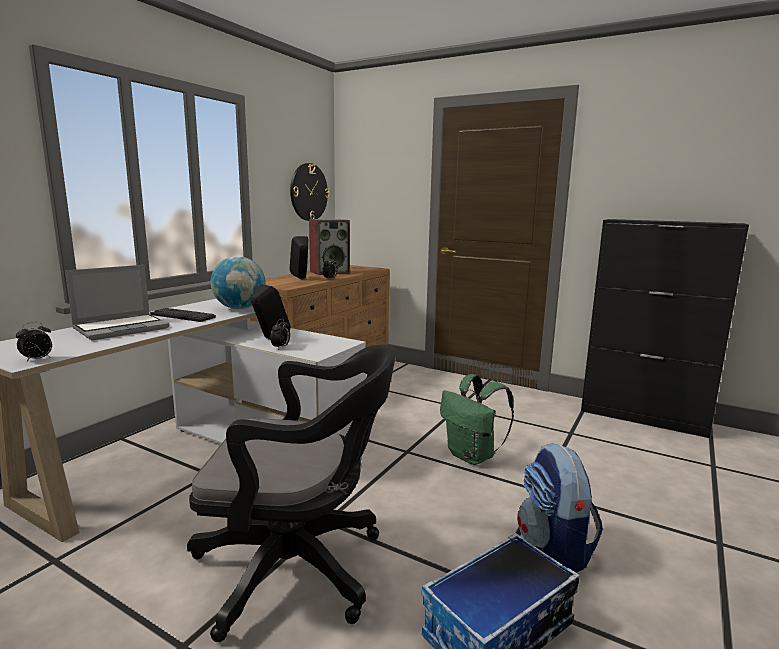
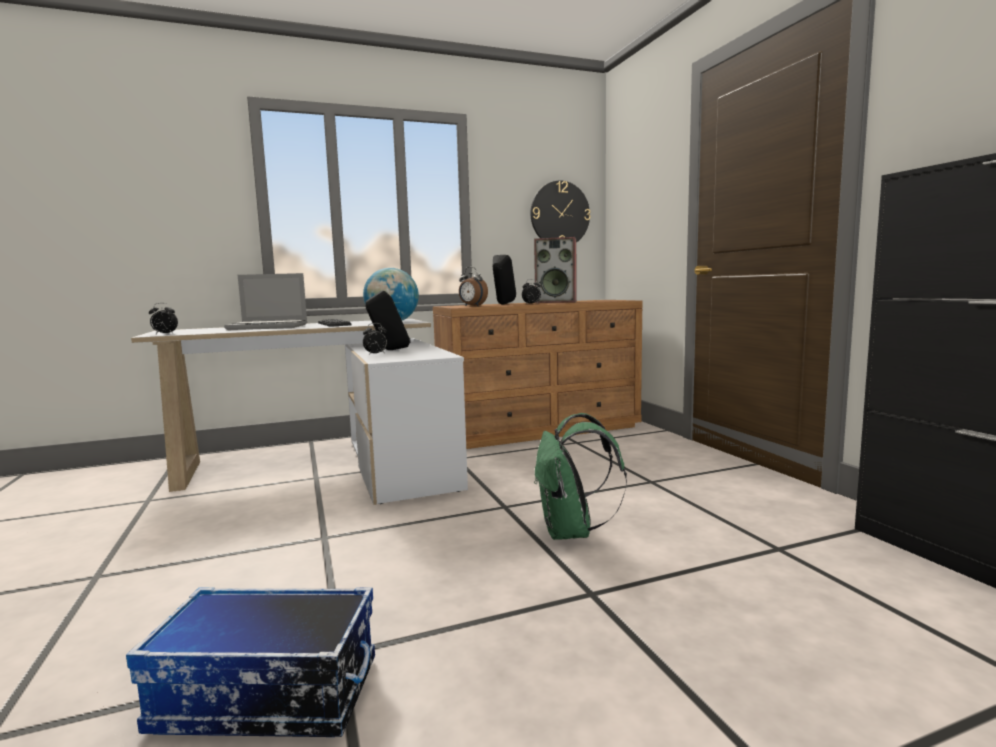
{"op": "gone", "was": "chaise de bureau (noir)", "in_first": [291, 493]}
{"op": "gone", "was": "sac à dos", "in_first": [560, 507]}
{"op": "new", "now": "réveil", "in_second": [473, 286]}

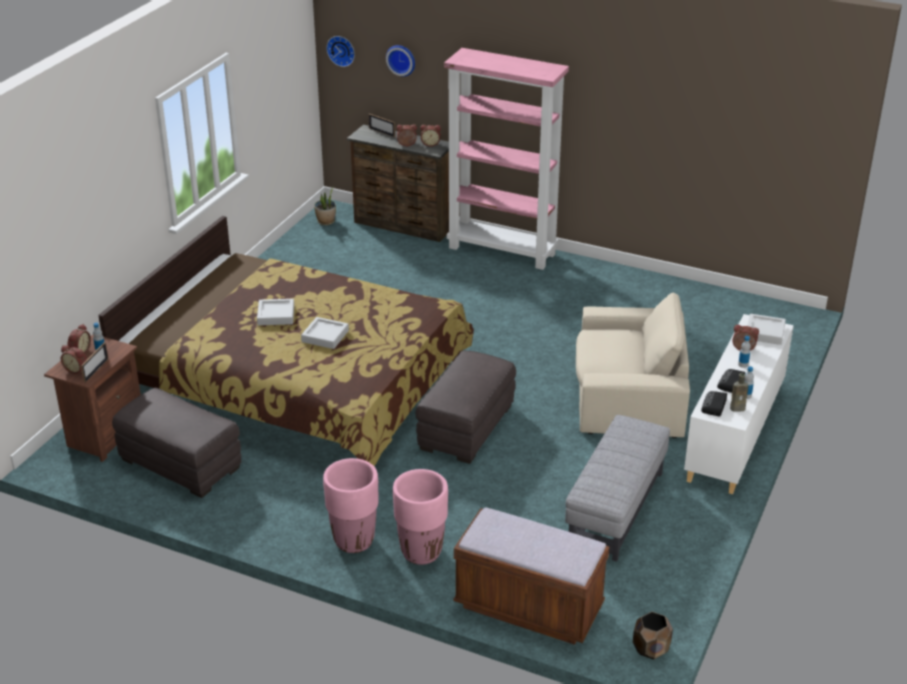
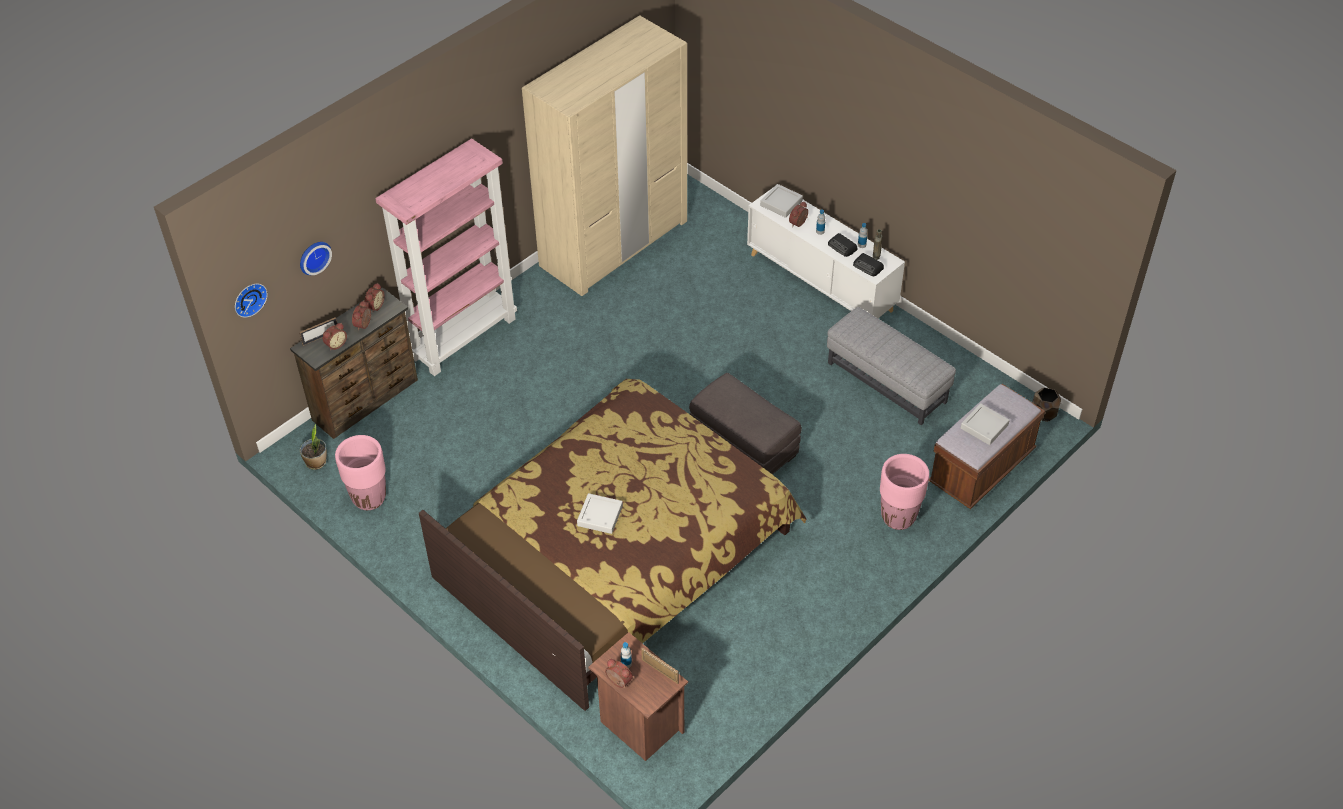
{"op": "gone", "was": "pouf (gris)", "in_first": [177, 443]}
{"op": "gone", "was": "fauteuil (beige)", "in_first": [633, 365]}
{"op": "new", "now": "armoire (beige)", "in_second": [604, 155]}
{"op": "shifted", "was": "réveil", "in_first": [74, 359], "in_second": [335, 337]}
{"op": "shifted", "was": "plateau (gris)", "in_first": [325, 333], "in_second": [985, 424]}
{"op": "shifted", "was": "cache-pot (rose)", "in_first": [351, 505], "in_second": [360, 472]}

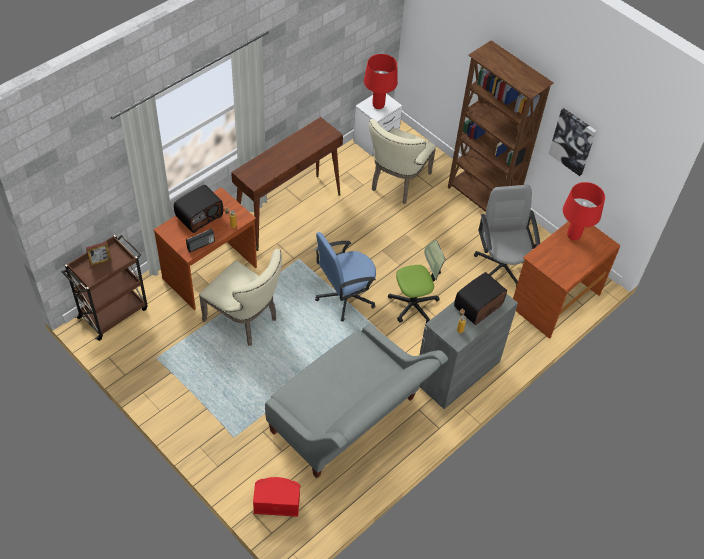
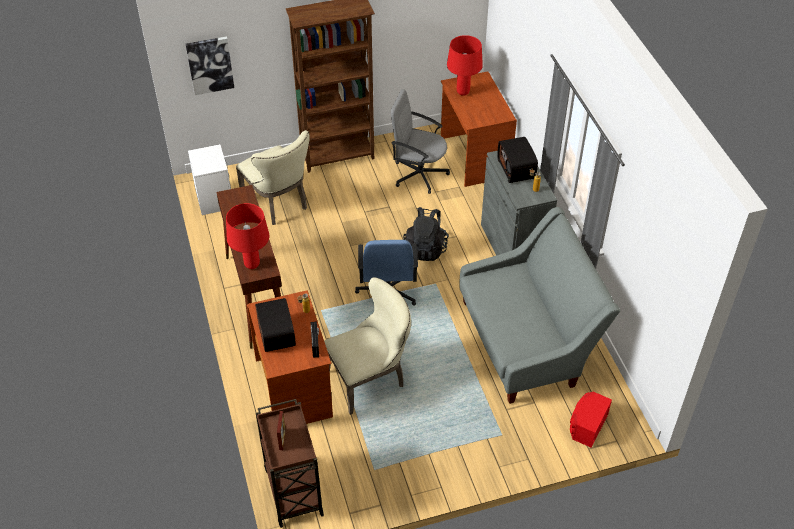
{"op": "shifted", "was": "lampe de table (rouge)", "in_first": [381, 81], "in_second": [247, 236]}
{"op": "shifted", "was": "tableau", "in_first": [572, 142], "in_second": [209, 65]}
{"op": "swapped", "was": "chaise de bureau", "now": "sac à dos (noir)", "in_first": [416, 281], "in_second": [426, 234]}

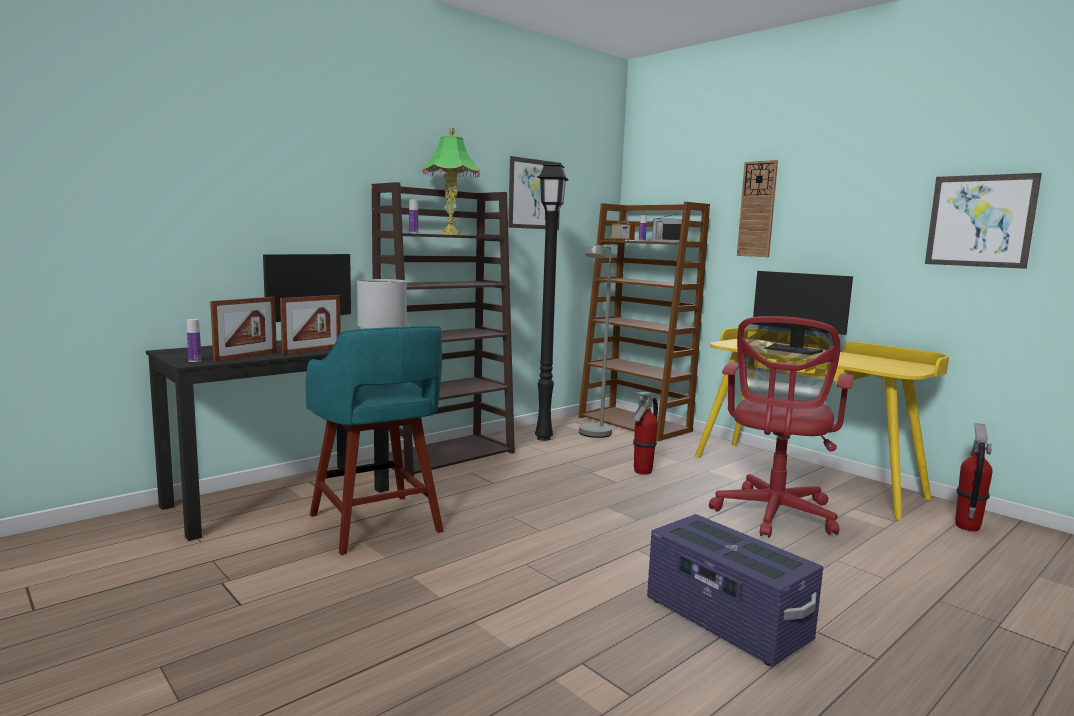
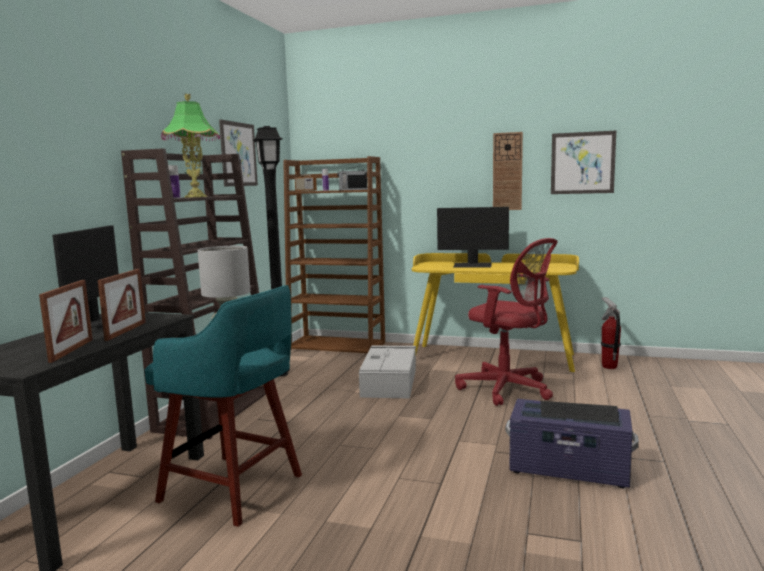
{"op": "gone", "was": "bouteille", "in_first": [194, 340]}
{"op": "gone", "was": "lampadaire (gris)", "in_first": [595, 342]}
{"op": "new", "now": "clavier", "in_second": [579, 411]}
{"op": "shifted", "was": "horloge murale", "in_first": [757, 208], "in_second": [508, 171]}
{"op": "swapped", "was": "extincteur", "now": "boîte de rangement (gris)", "in_first": [645, 433], "in_second": [387, 372]}
{"op": "rotated", "was": "chaise de bureau (rouge)", "in_first": [781, 427], "in_second": [506, 322], "clockwise": -45}

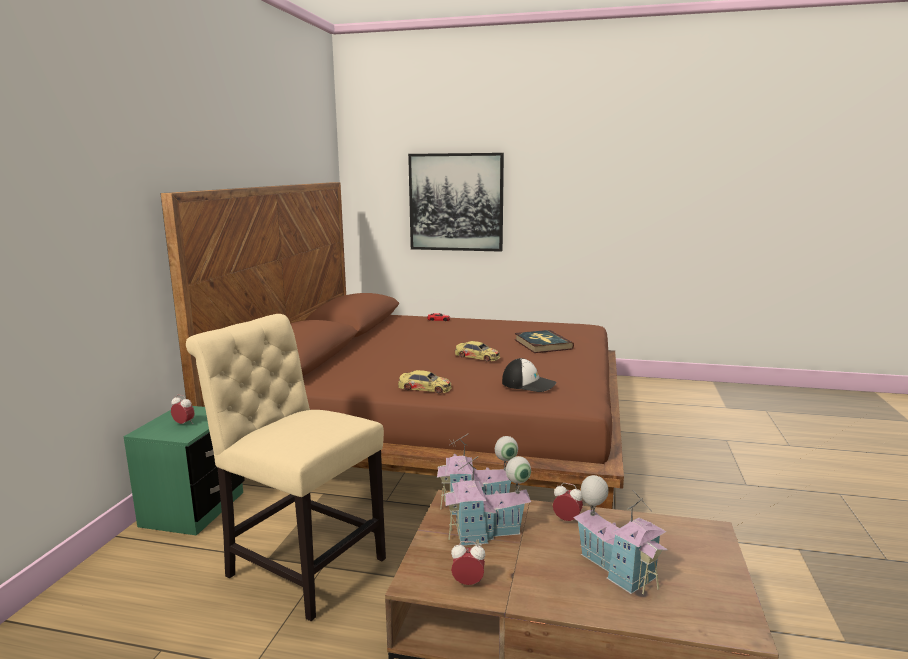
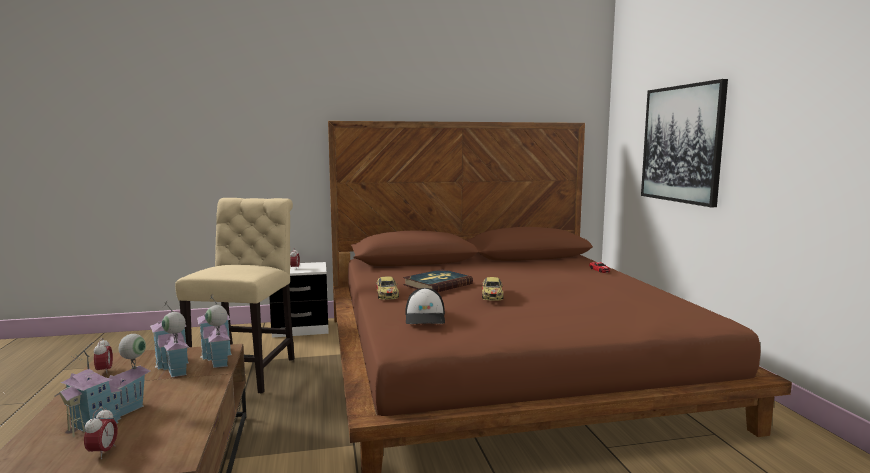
{"op": "shifted", "was": "livre", "in_first": [544, 341], "in_second": [438, 280]}
{"op": "shifted", "was": "réveil", "in_first": [568, 502], "in_second": [101, 433]}
{"op": "repainted", "was": "table de chevet (vert)", "now": "table de chevet (blanc)", "in_first": [184, 471], "in_second": [299, 300]}

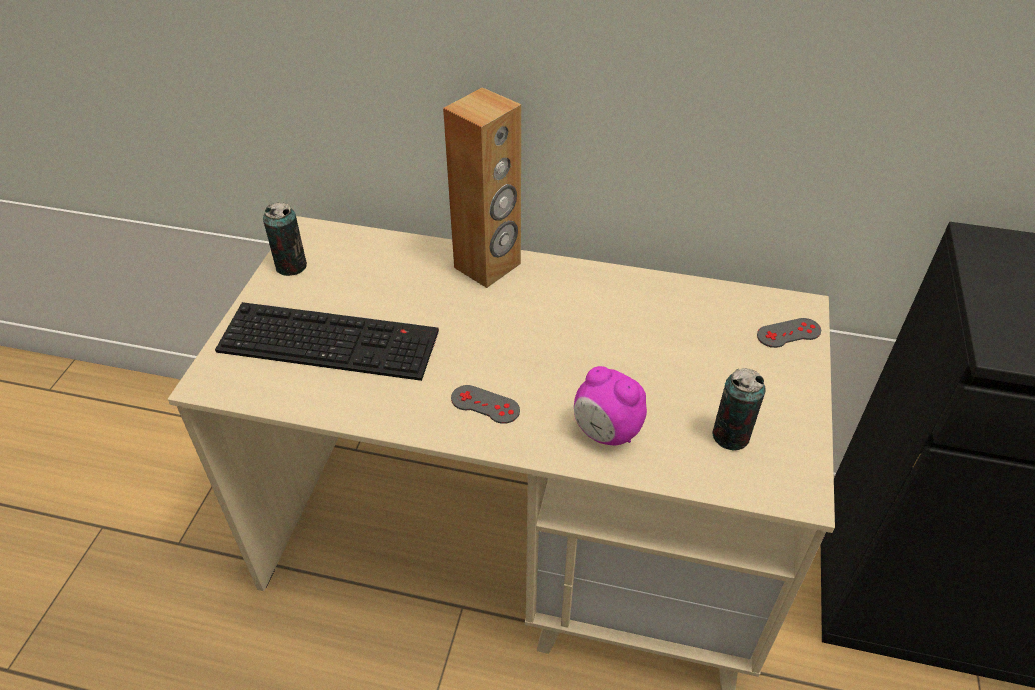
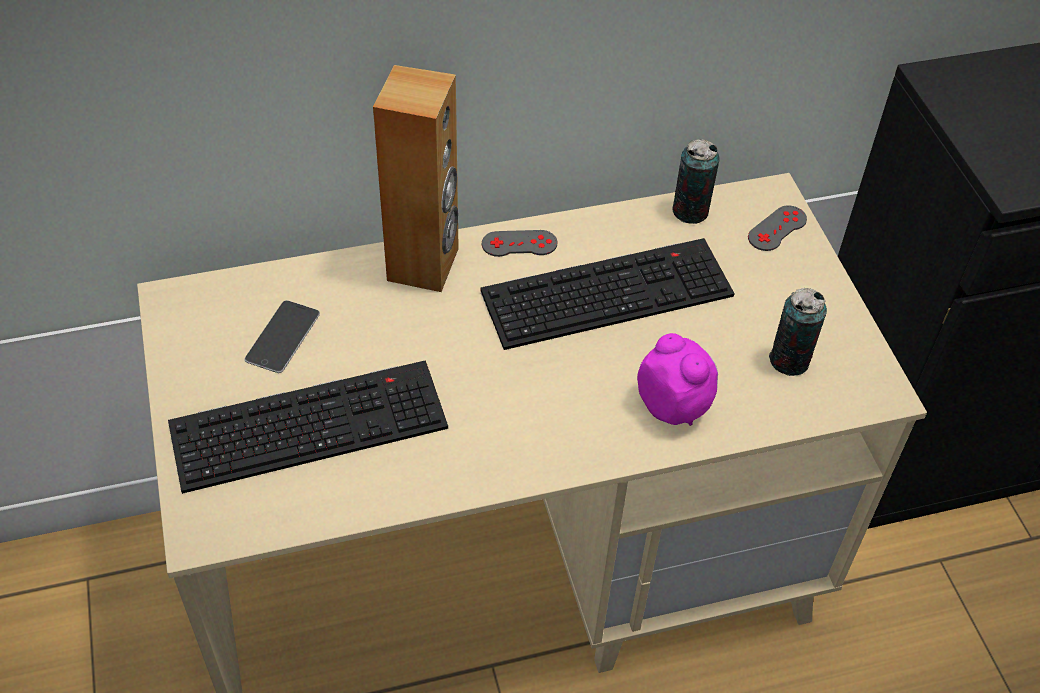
{"op": "new", "now": "téléphone", "in_second": [282, 336]}
{"op": "new", "now": "clavier", "in_second": [608, 294]}
{"op": "shifted", "was": "boîte métallique", "in_first": [285, 239], "in_second": [695, 181]}
{"op": "shifted", "was": "manette (gris)", "in_first": [485, 404], "in_second": [519, 243]}
{"op": "rotated", "was": "réveil", "in_first": [610, 406], "in_second": [677, 379], "clockwise": -135}

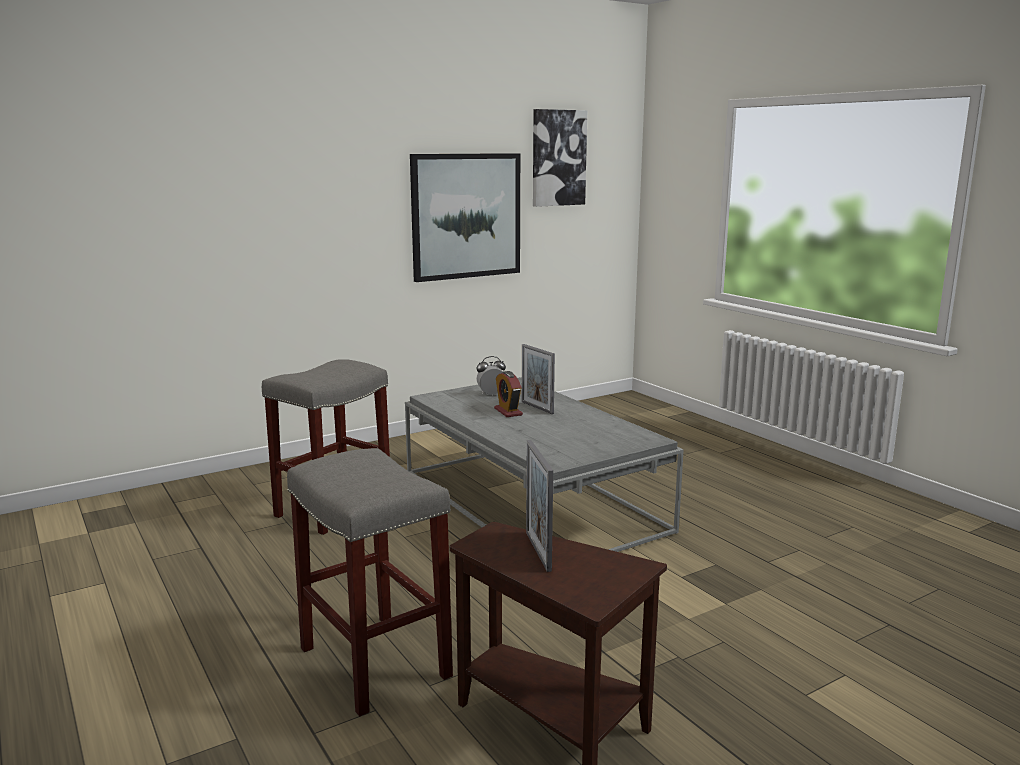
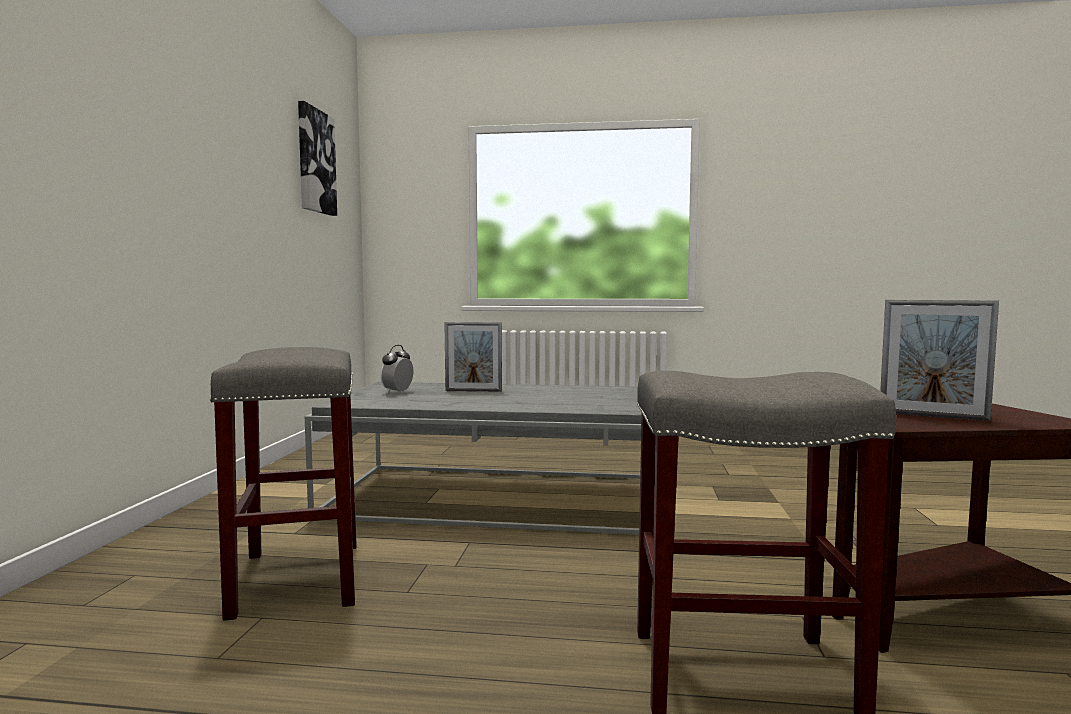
{"op": "gone", "was": "tableau", "in_first": [465, 217]}
{"op": "gone", "was": "réveil", "in_first": [508, 394]}

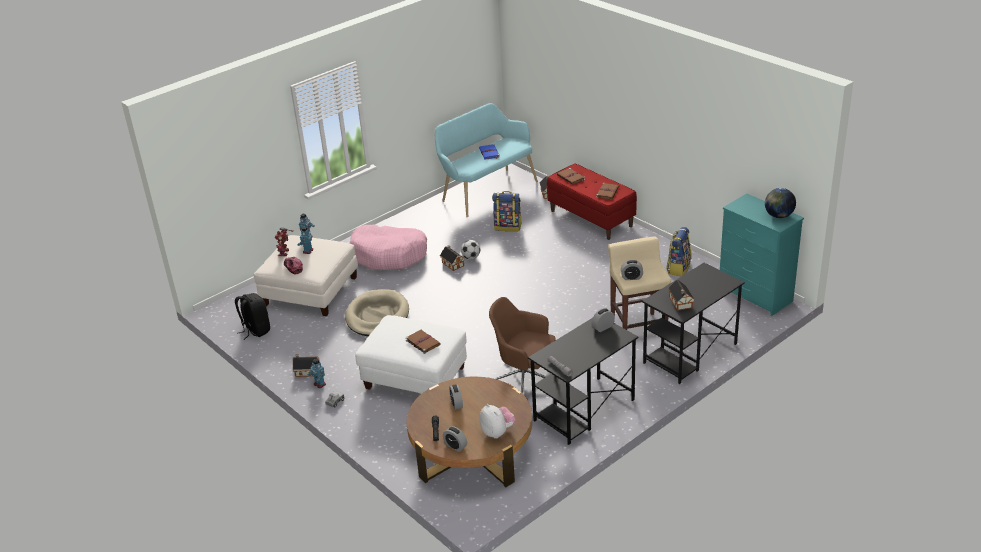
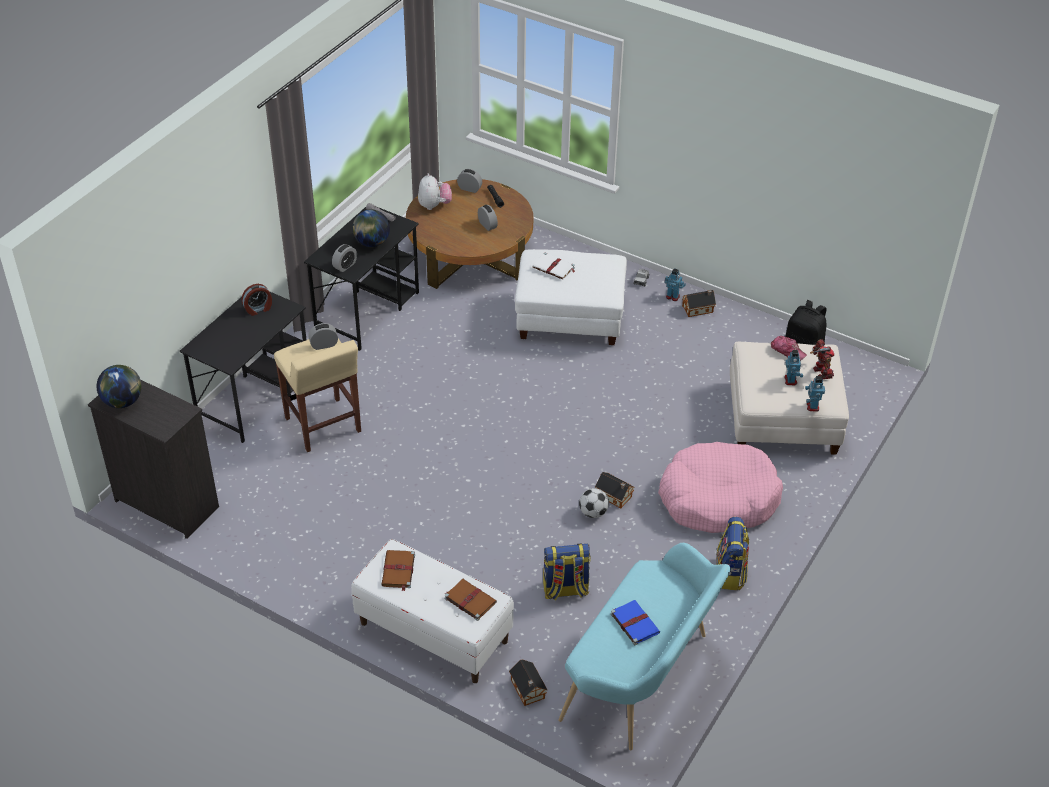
{"op": "gone", "was": "panier pour chien (beige)", "in_first": [377, 312]}
{"op": "gone", "was": "chaise de bureau (marron)", "in_first": [522, 348]}
{"op": "new", "now": "globe", "in_second": [371, 228]}
{"op": "shifted", "was": "sac à dos", "in_first": [679, 251], "in_second": [732, 553]}
{"op": "swapped", "was": "maison miniature", "now": "réveil", "in_first": [681, 295], "in_second": [257, 300]}
{"op": "repainted", "was": "livre (marron)", "now": "livre (blanc)", "in_first": [423, 342], "in_second": [553, 266]}
{"op": "repainted", "was": "banc (rouge)", "now": "banc (blanc)", "in_first": [592, 202], "in_second": [432, 611]}
{"op": "repainted", "was": "commode (turquoise)", "now": "commode (noir)", "in_first": [762, 254], "in_second": [153, 459]}
{"op": "rotated", "was": "peluche", "in_first": [498, 421], "in_second": [435, 191], "clockwise": -135}

